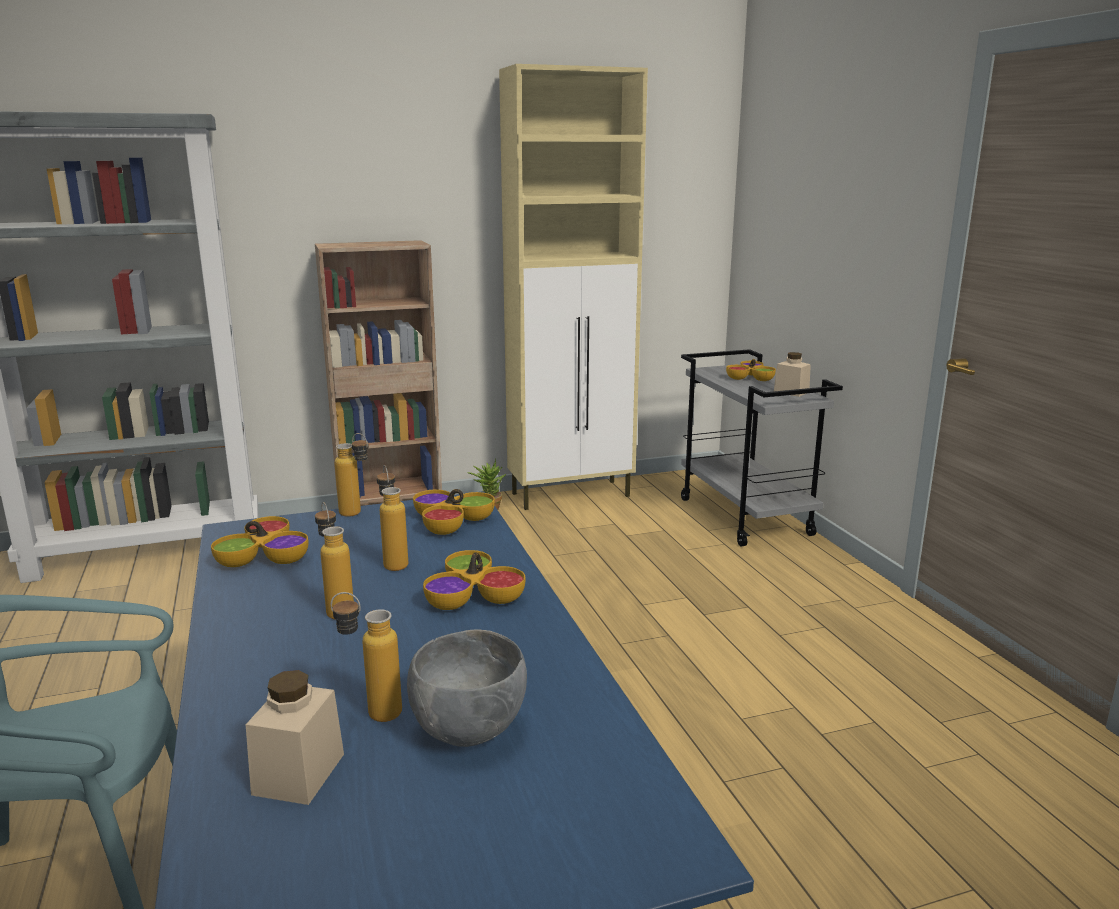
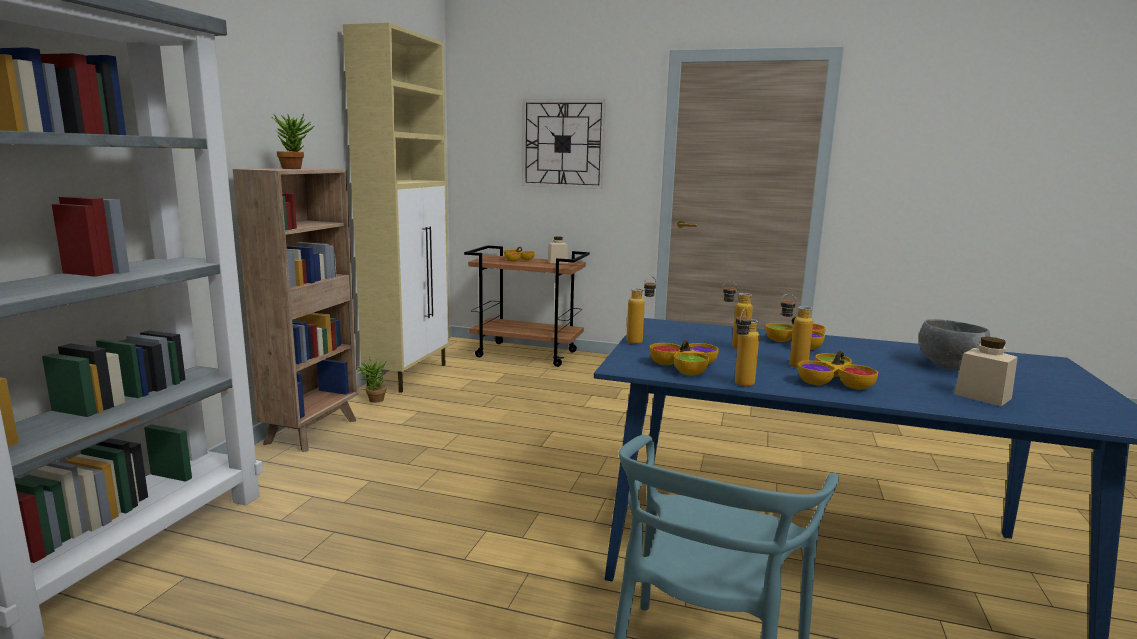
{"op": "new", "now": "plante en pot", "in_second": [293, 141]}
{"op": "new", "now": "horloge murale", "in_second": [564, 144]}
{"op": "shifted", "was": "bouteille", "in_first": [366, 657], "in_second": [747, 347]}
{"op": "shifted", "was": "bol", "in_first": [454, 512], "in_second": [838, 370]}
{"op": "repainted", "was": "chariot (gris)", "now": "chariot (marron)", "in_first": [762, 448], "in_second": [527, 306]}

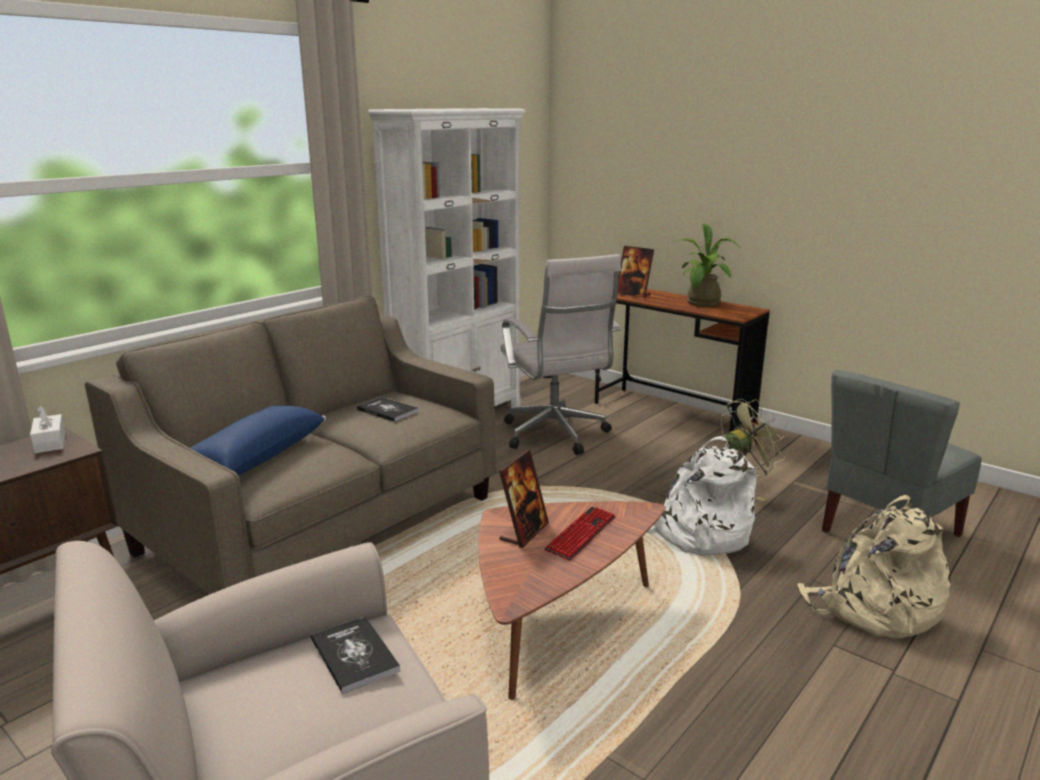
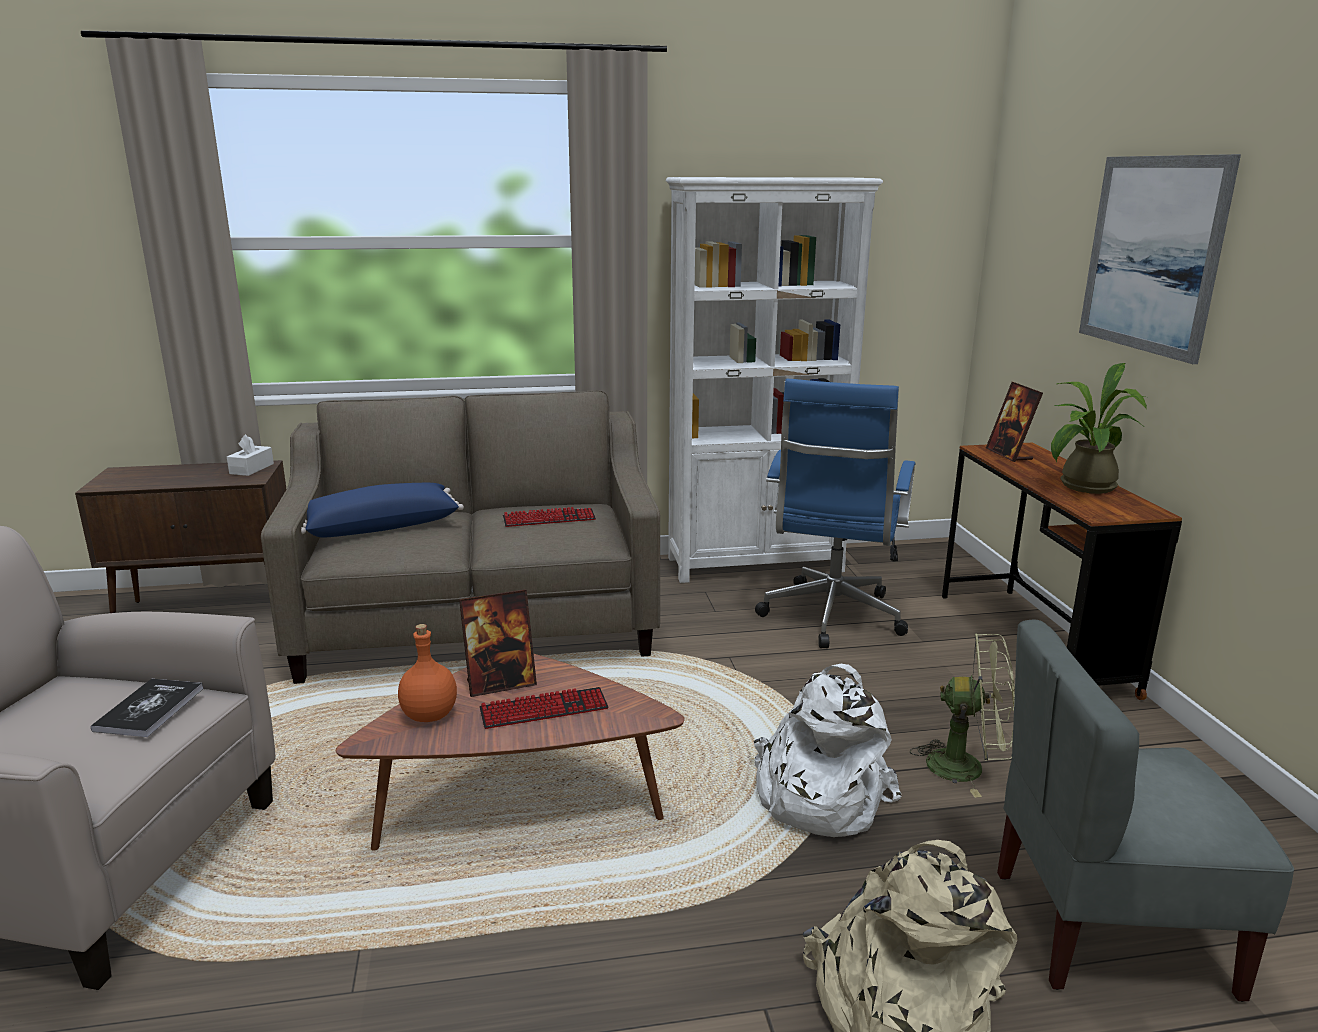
{"op": "new", "now": "bouteille (orange)", "in_second": [427, 673]}
{"op": "new", "now": "tableau", "in_second": [1160, 259]}
{"op": "swapped", "was": "livre", "now": "clavier", "in_first": [388, 409], "in_second": [549, 517]}
{"op": "repainted", "was": "chaise de bureau (blanc)", "now": "chaise de bureau (bleu)", "in_first": [560, 354], "in_second": [835, 513]}

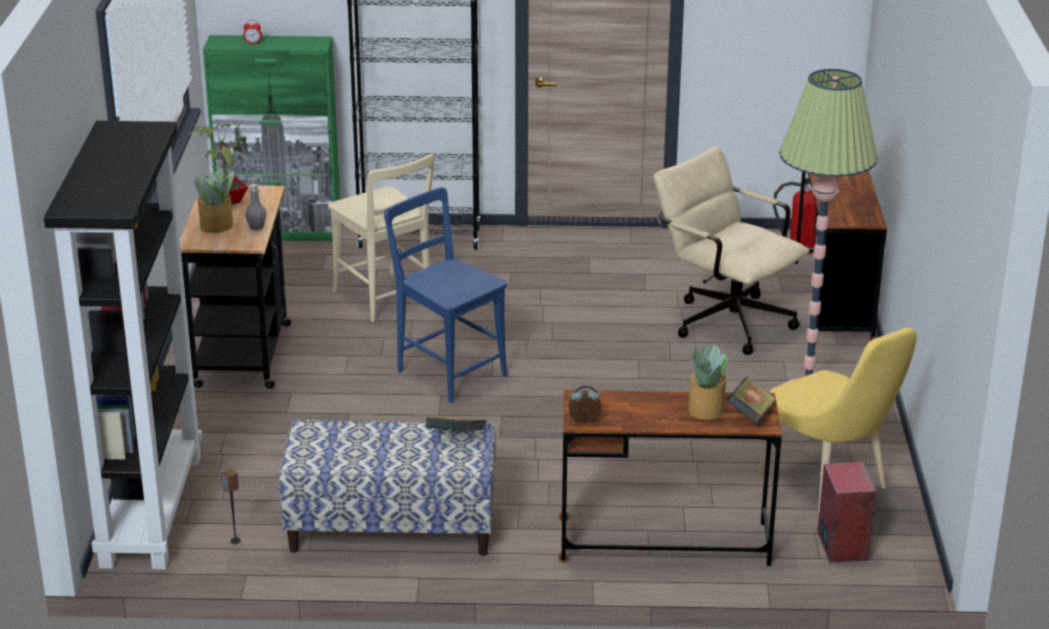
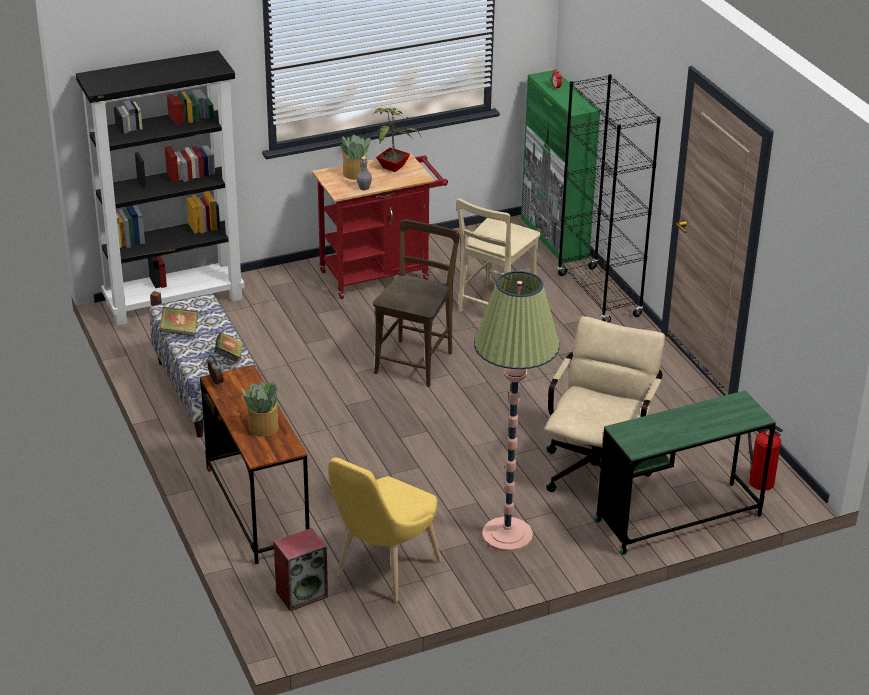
{"op": "shifted", "was": "livre", "in_first": [751, 400], "in_second": [178, 321]}
{"op": "repainted", "was": "chariot (noir)", "now": "chariot (rouge)", "in_first": [235, 286], "in_second": [380, 225]}
{"op": "repainted", "was": "chaise (bleu)", "now": "chaise (marron)", "in_first": [446, 295], "in_second": [416, 303]}
{"op": "repainted", "was": "bureau (marron)", "now": "bureau (vert)", "in_first": [841, 256], "in_second": [685, 473]}

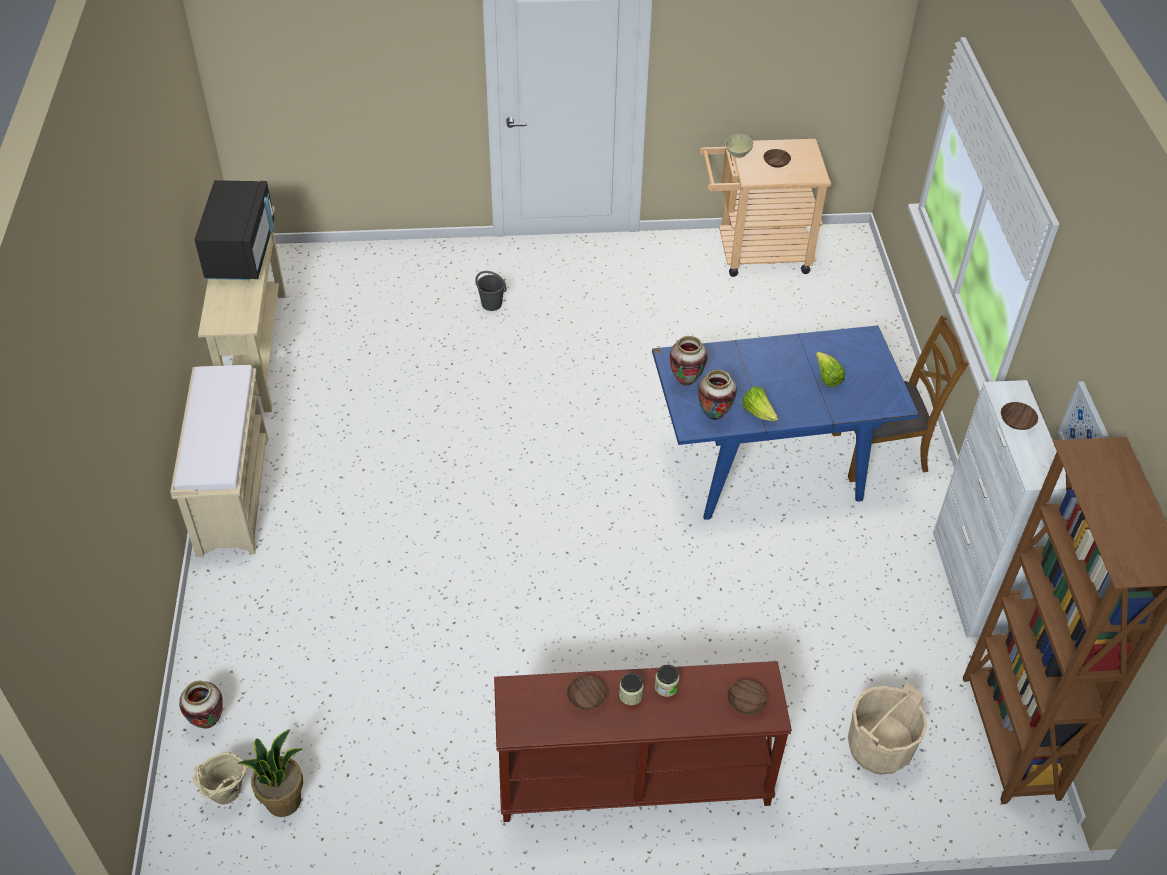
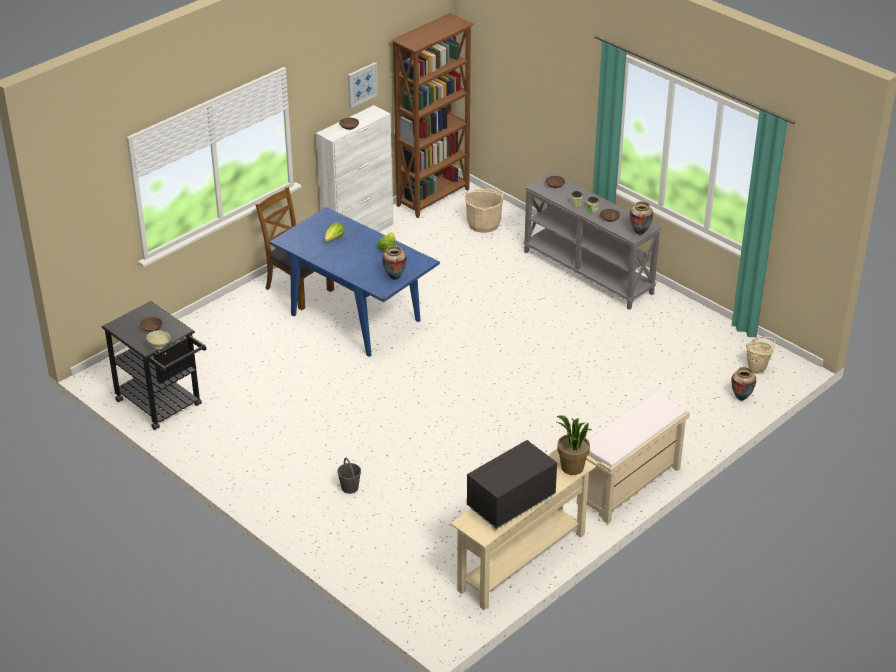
{"op": "shifted", "was": "plante en pot", "in_first": [270, 773], "in_second": [573, 445]}
{"op": "shifted", "was": "vase", "in_first": [717, 395], "in_second": [641, 218]}
{"op": "repainted", "was": "table console (marron)", "now": "table console (gris)", "in_first": [643, 741], "in_second": [592, 241]}
{"op": "repainted", "was": "chariot (beige)", "now": "chariot (noir)", "in_first": [765, 208], "in_second": [154, 365]}

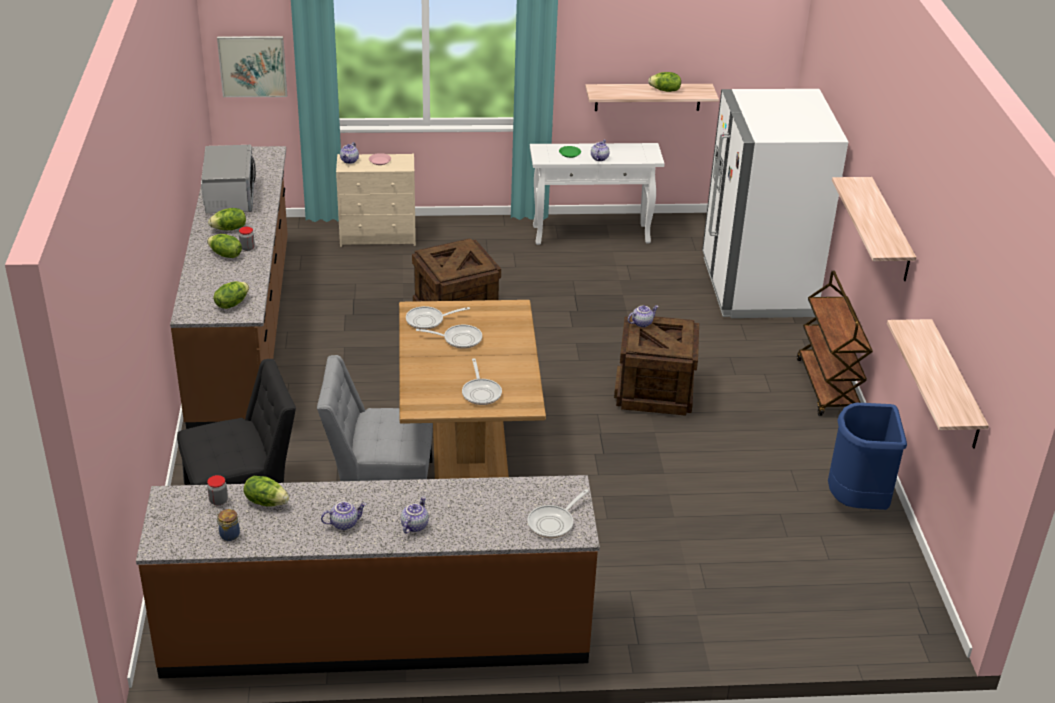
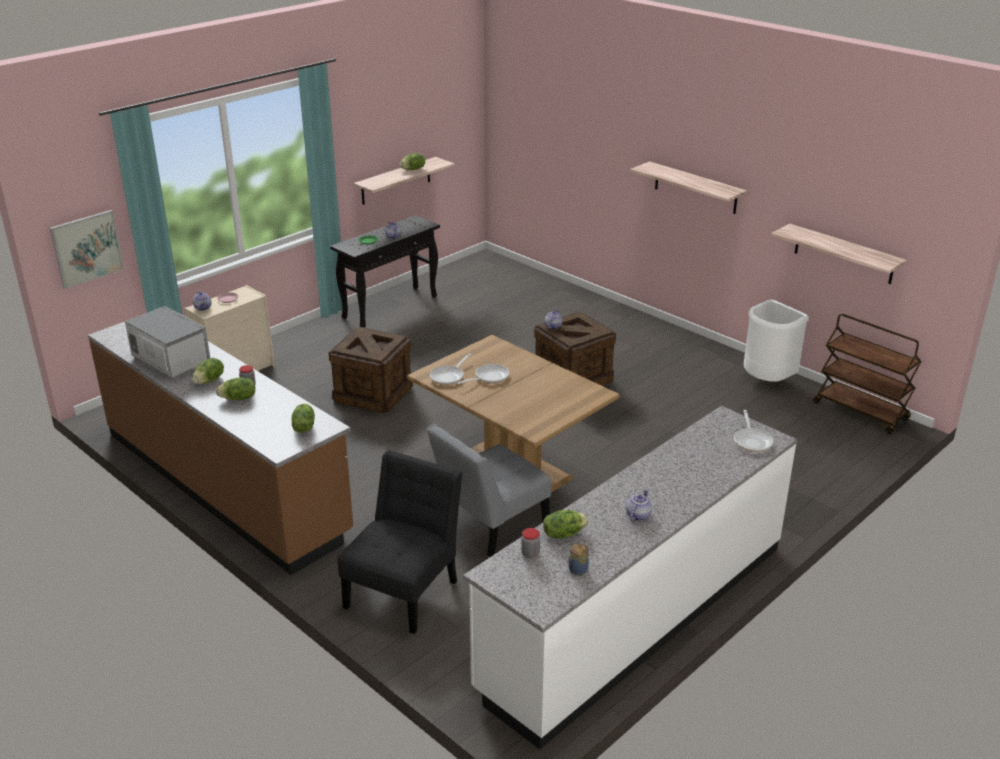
{"op": "gone", "was": "théière", "in_first": [415, 515]}
{"op": "gone", "was": "poêle", "in_first": [482, 381]}
{"op": "gone", "was": "réfrigérateur (blanc)", "in_first": [775, 203]}
{"op": "shifted", "was": "chariot (marron)", "in_first": [835, 343], "in_second": [867, 374]}
{"op": "repainted", "was": "comptoir de cuisine (marron)", "now": "comptoir de cuisine (blanc)", "in_first": [368, 576], "in_second": [630, 578]}
{"op": "repainted", "was": "table console (blanc)", "now": "table console (noir)", "in_first": [597, 194], "in_second": [385, 271]}
{"op": "repainted", "was": "poubelle (bleu)", "now": "poubelle (blanc)", "in_first": [867, 456], "in_second": [776, 340]}

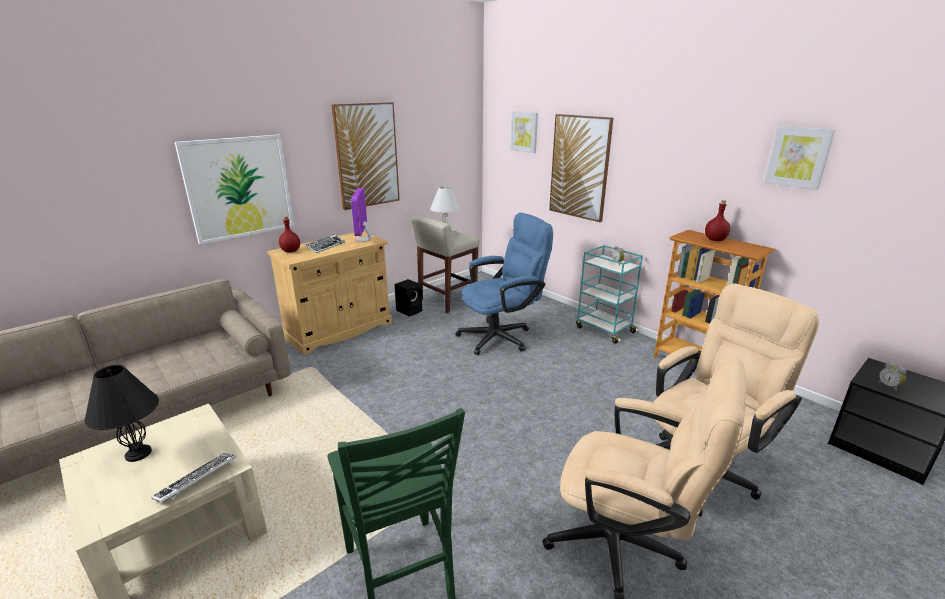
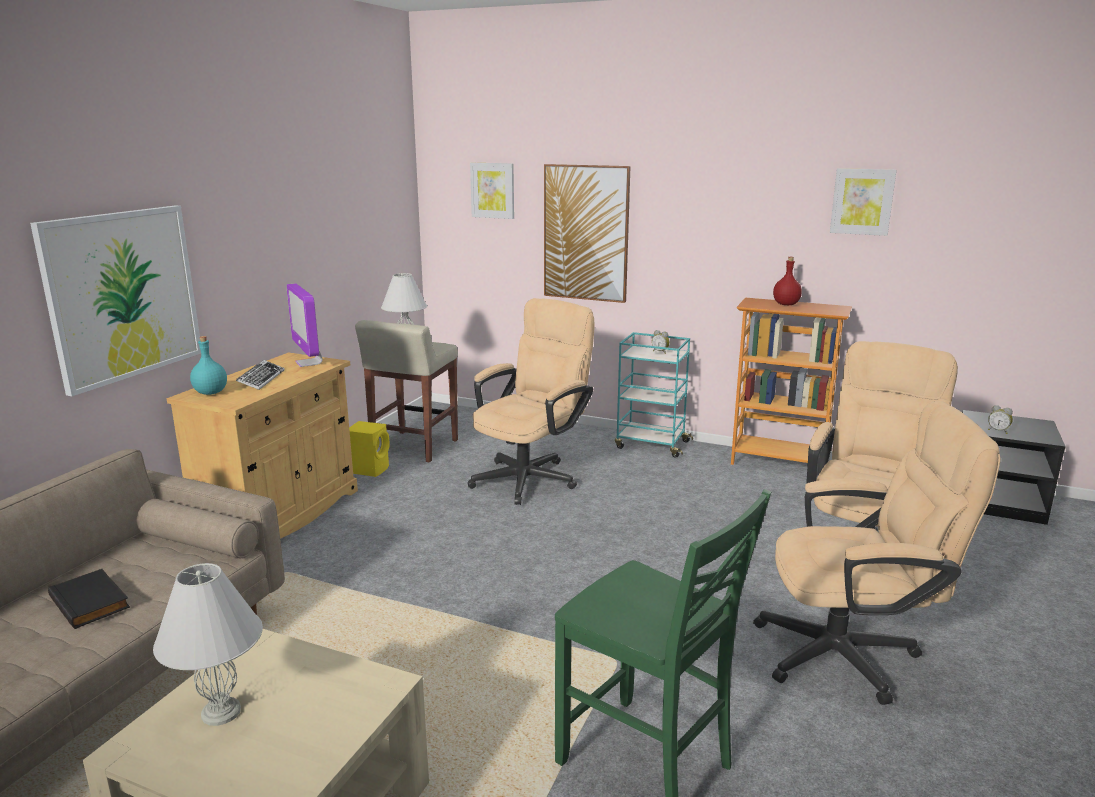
{"op": "gone", "was": "clavier", "in_first": [193, 478]}
{"op": "gone", "was": "tableau", "in_first": [365, 156]}
{"op": "new", "now": "livre (noir)", "in_second": [89, 599]}
{"op": "repainted", "was": "lampe de table (noir)", "now": "lampe de table (blanc)", "in_first": [121, 413], "in_second": [208, 644]}
{"op": "repainted", "was": "bouteille (rouge)", "now": "bouteille (turquoise)", "in_first": [289, 234], "in_second": [208, 365]}
{"op": "repainted", "was": "enceinte (noir)", "now": "enceinte (jaune)", "in_first": [408, 297], "in_second": [369, 449]}
{"op": "repainted", "was": "chaise de bureau (bleu)", "now": "chaise de bureau (beige)", "in_first": [504, 284], "in_second": [531, 401]}

